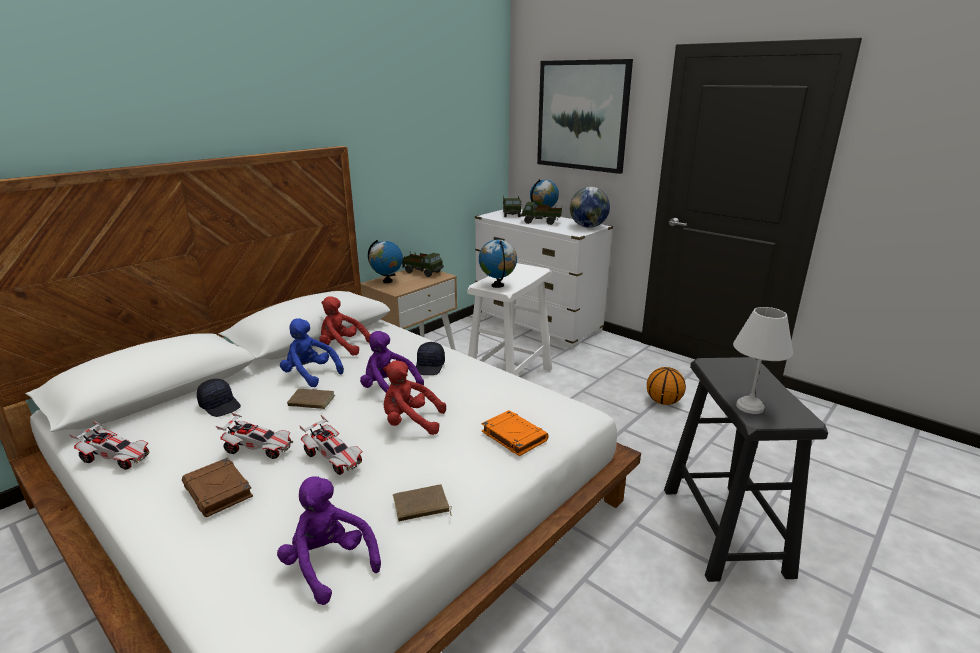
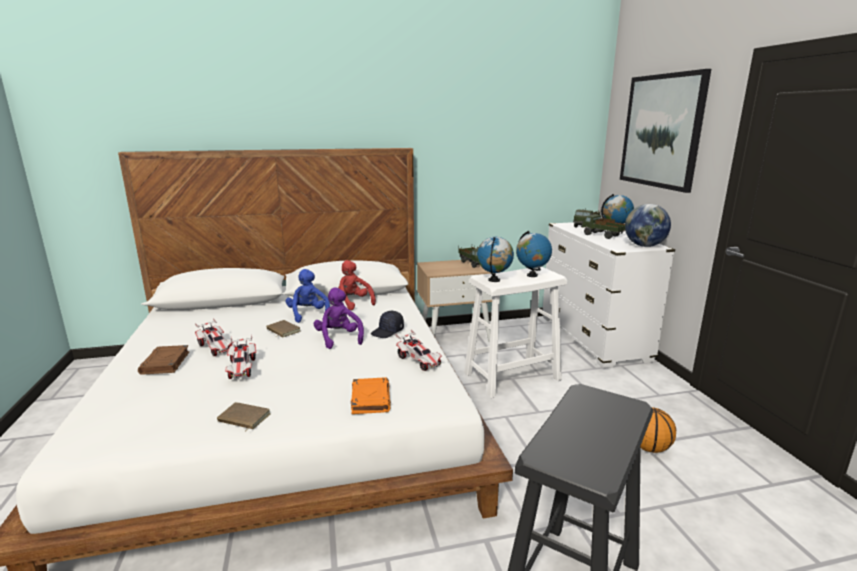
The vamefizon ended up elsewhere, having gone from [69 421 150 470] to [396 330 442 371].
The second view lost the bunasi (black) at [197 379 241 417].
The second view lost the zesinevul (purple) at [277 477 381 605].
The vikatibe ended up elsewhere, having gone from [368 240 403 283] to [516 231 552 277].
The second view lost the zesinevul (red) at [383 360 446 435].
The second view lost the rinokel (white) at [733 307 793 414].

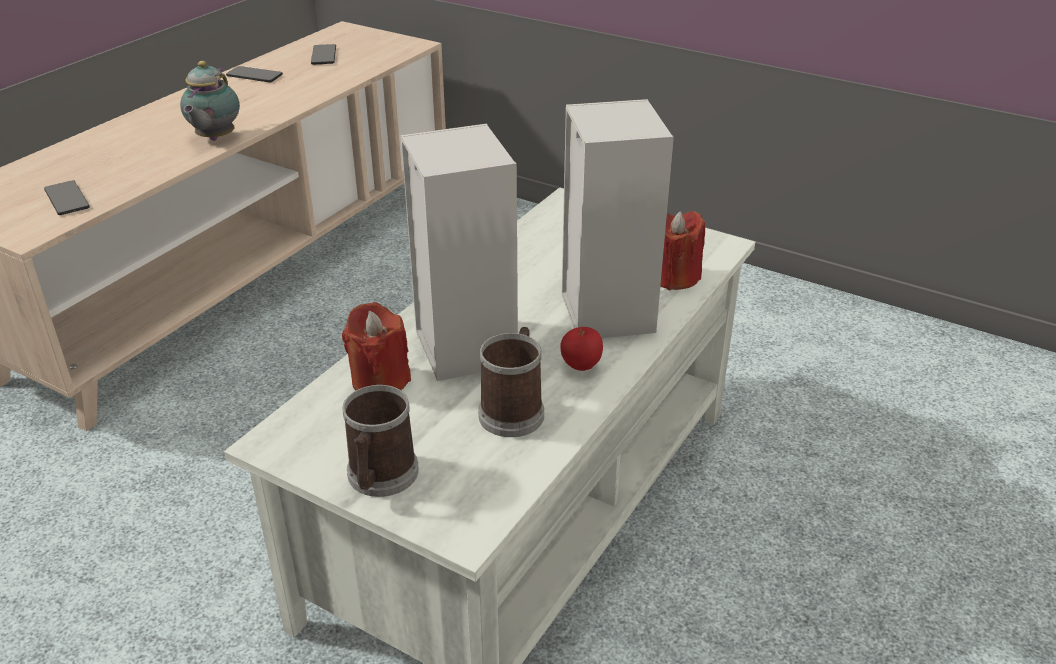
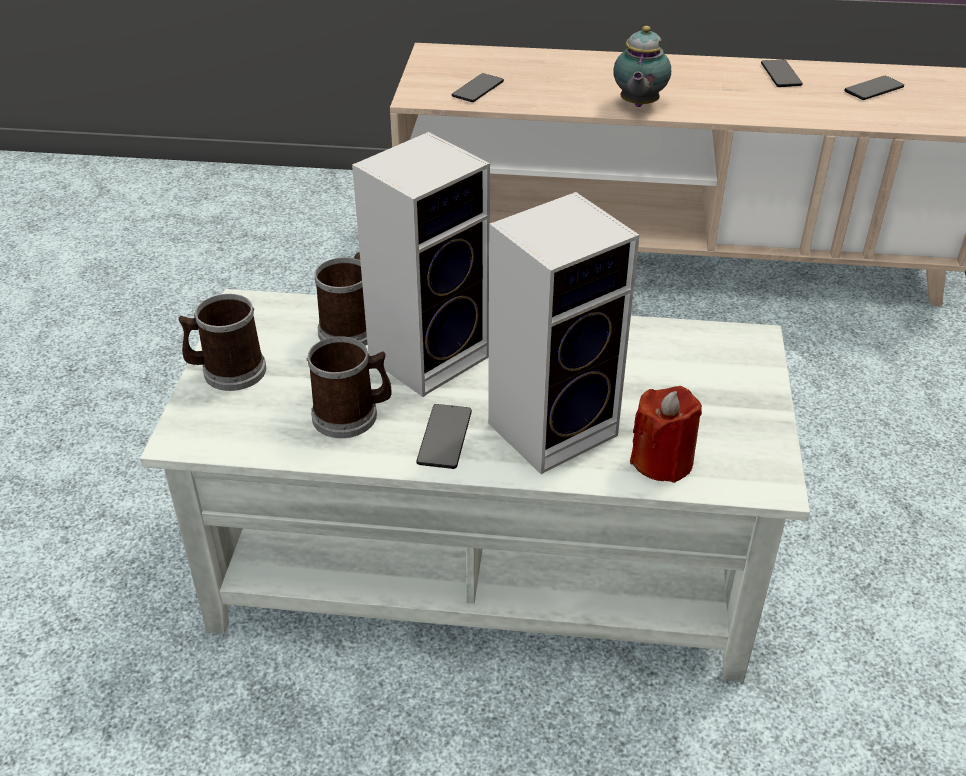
The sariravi at [180 61 240 141] ended up facing another way, 60 degrees counterclockwise from before.
Where the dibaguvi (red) stood at [342 302 411 391], the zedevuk came to stand at [315 252 368 346].
Where the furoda stood at [560 327 603 371], the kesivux came to stand at [416 404 472 469].

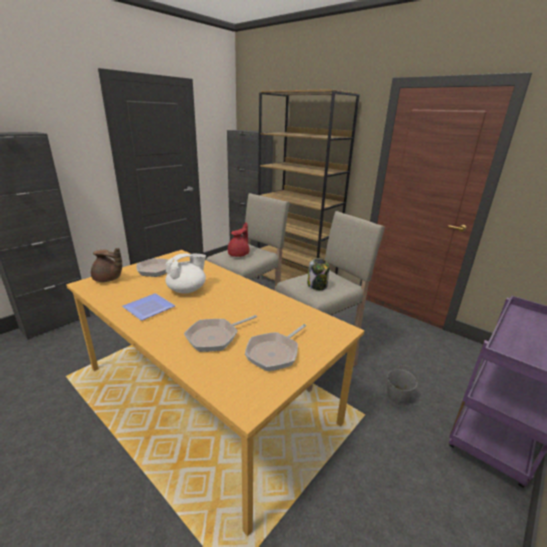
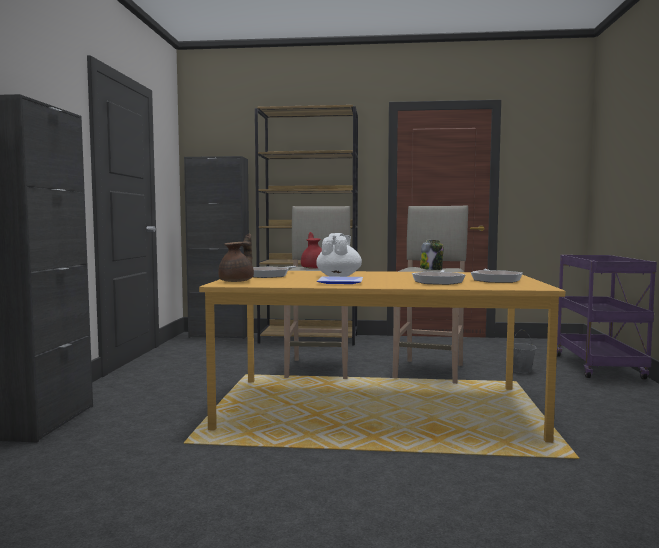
The sariravi (brown) at [91 248 122 282] ended up facing another way, 45 degrees counterclockwise from before.

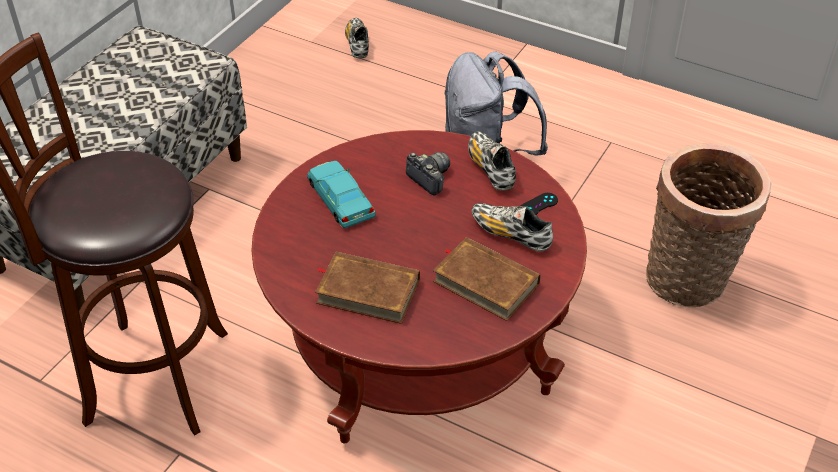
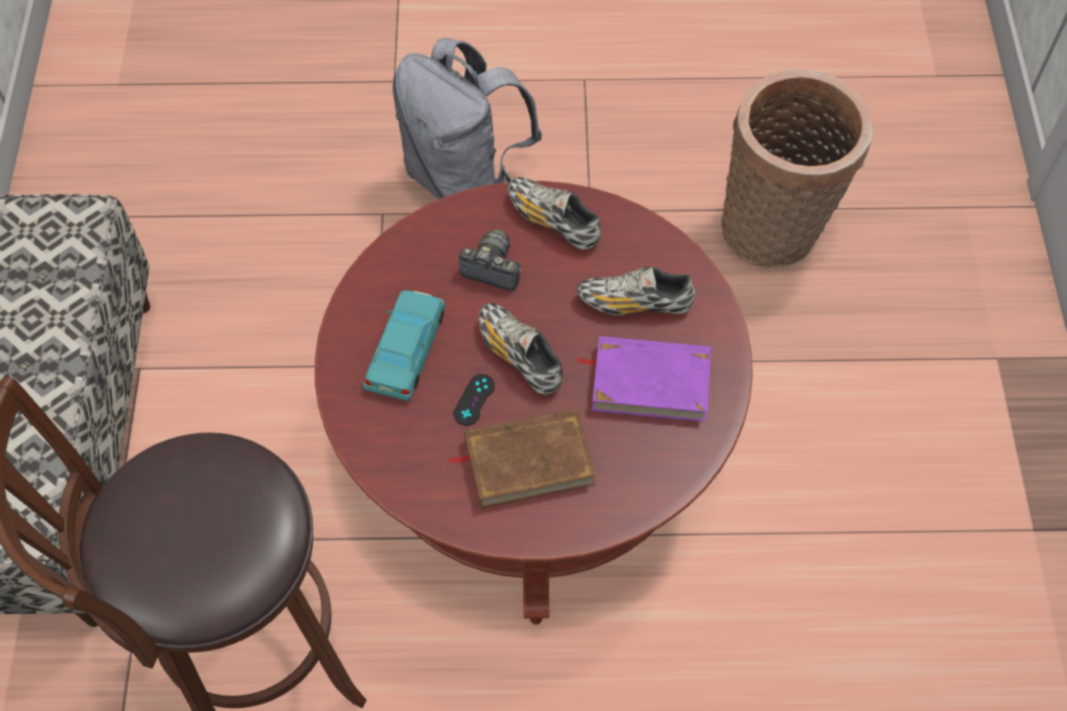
The vamefizon (turquoise) at [307 161 376 228] ended up facing another way, 75 degrees clockwise from before.
The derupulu ended up elsewhere, having gone from [345 18 369 58] to [478 303 563 395].
What was the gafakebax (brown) at [433 237 541 321] turned into the gafakebax (purple) at [576 336 711 422].
The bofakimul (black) ended up elsewhere, having gone from [521 193 558 215] to [453 374 495 426].

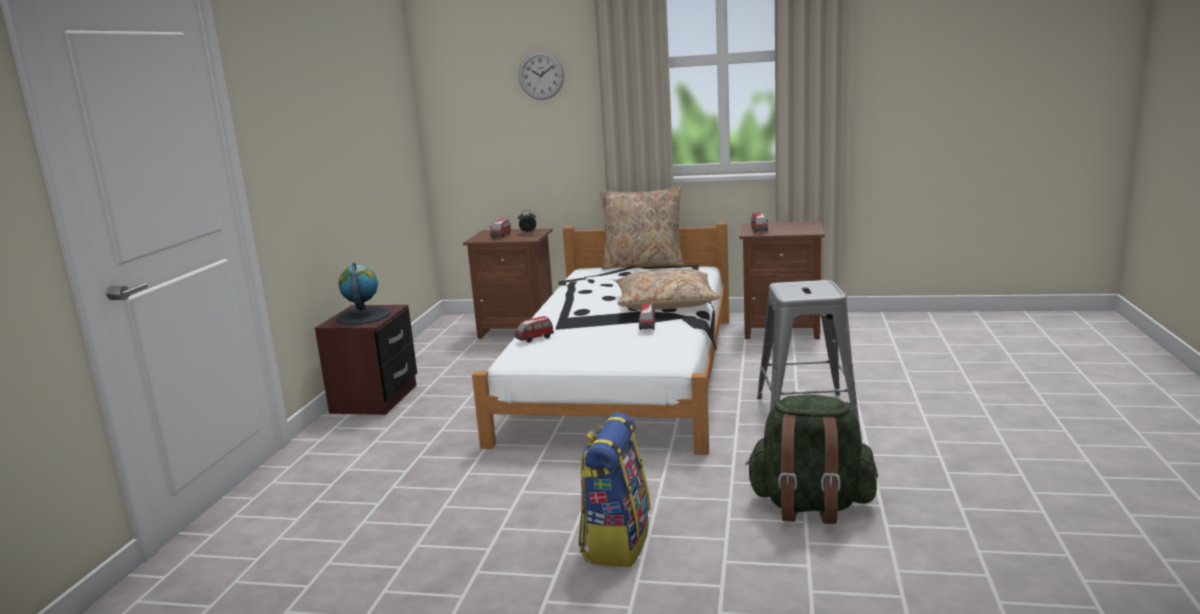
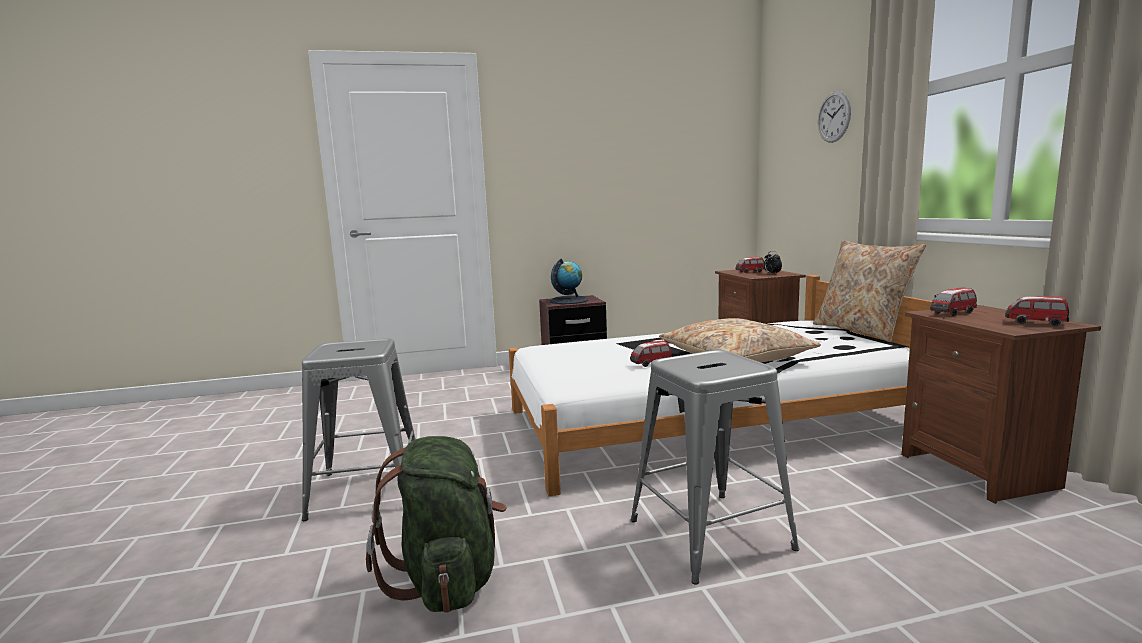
The vamefizon ended up elsewhere, having gone from [515 316 554 343] to [1005 296 1069 326].
Where the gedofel stood at [578 412 650 567], the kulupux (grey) came to stand at [302 339 415 521].

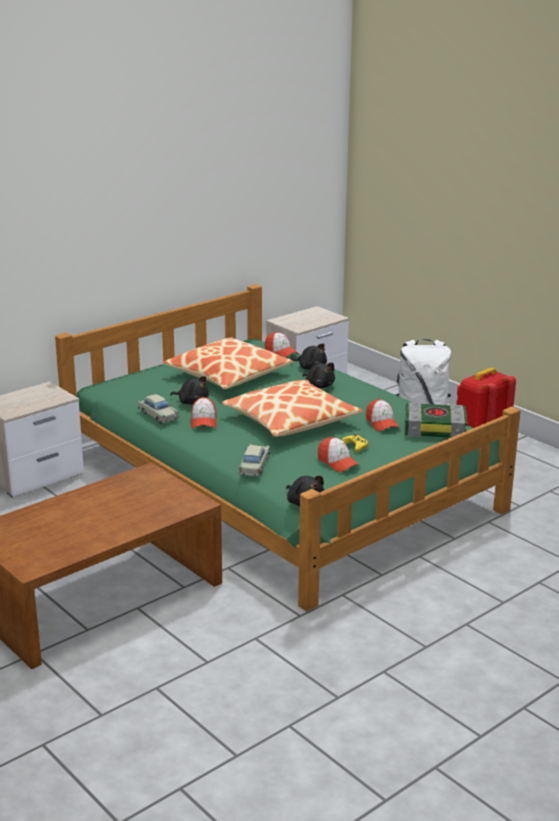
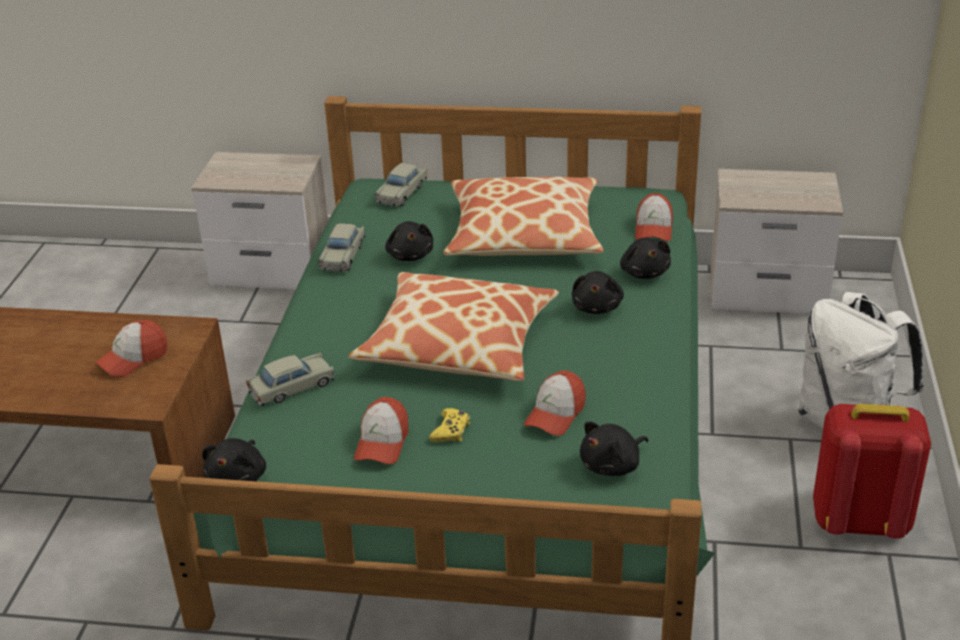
The bunasi ended up elsewhere, having gone from [191 397 217 428] to [95 320 167 377].
Where the gafakebax stood at [405 402 468 437], the zesinevul (black) came to stand at [580 421 648 476].
The second view gained the vamefizon (beige) at [374 163 427 206].

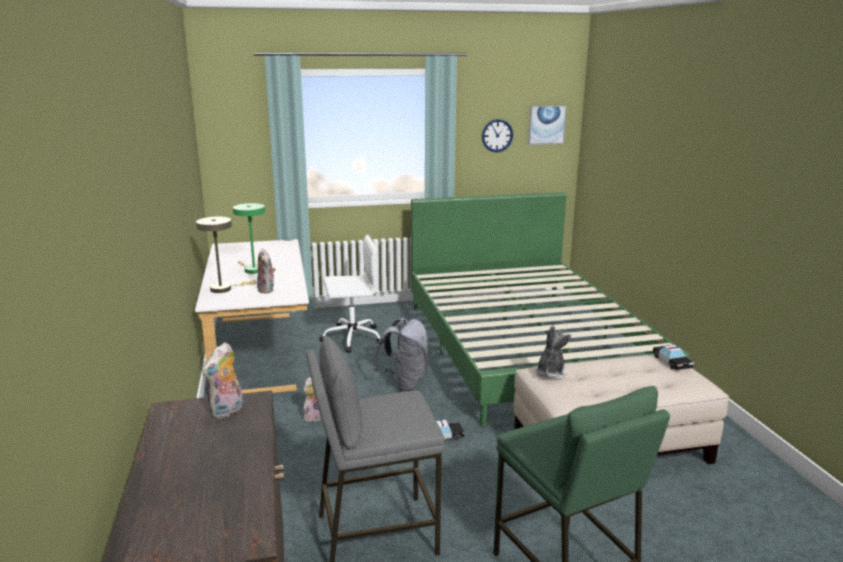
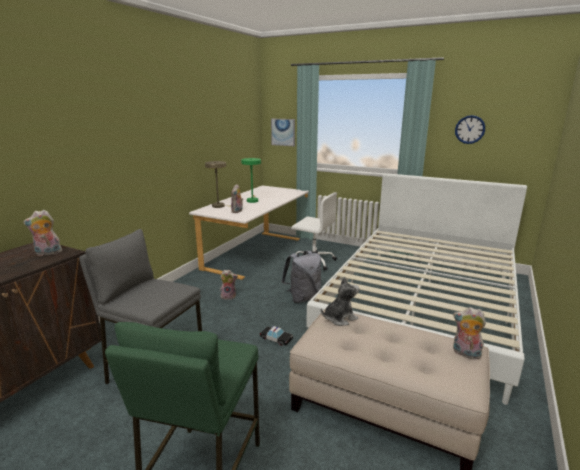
What was the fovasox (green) at [411 192 689 427] turned into the fovasox (white) at [306 173 527 405].
The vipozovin ended up elsewhere, having gone from [528 105 567 145] to [271 119 295 146].
Where the vamefizon stood at [653 345 694 370], the zesinevul came to stand at [453 307 486 360].

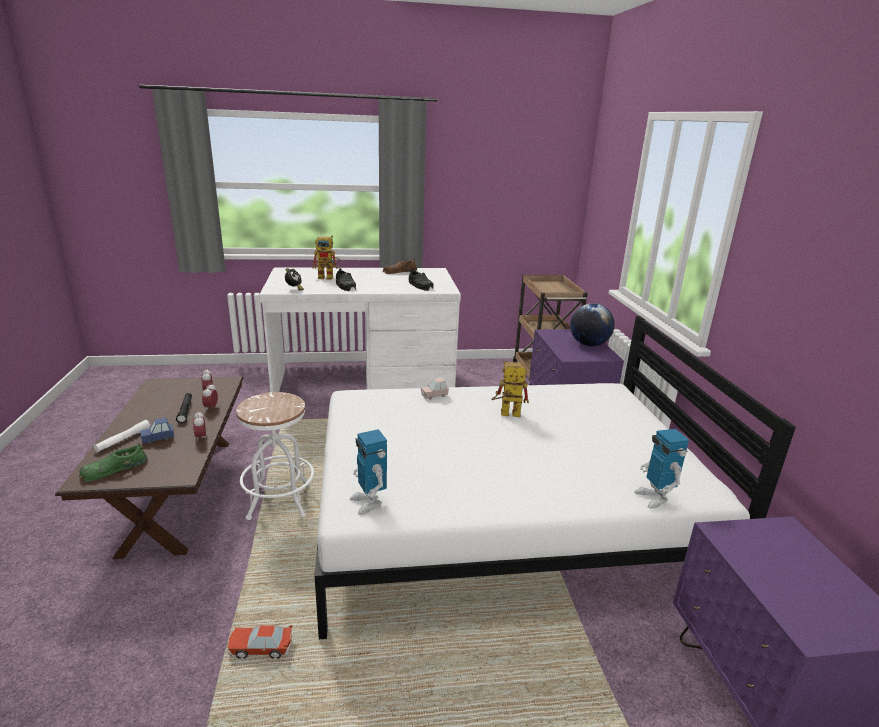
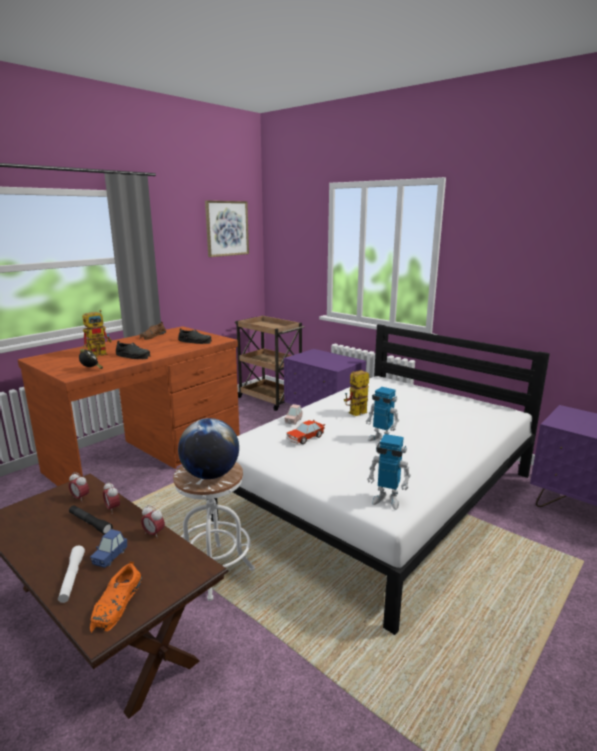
What was the derupulu (green) at [79 443 147 482] turned into the derupulu (orange) at [90 561 142 633].
The vamefizon ended up elsewhere, having gone from [228 625 293 659] to [287 419 325 444].
What was the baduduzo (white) at [259 267 461 392] turned into the baduduzo (brown) at [18 326 240 486].
The vikatibe ended up elsewhere, having gone from [570 303 615 346] to [178 418 239 479].
The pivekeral ended up elsewhere, having gone from [634 429 689 509] to [366 387 399 441].
The second view gained the vipozovin at [205 201 249 257].

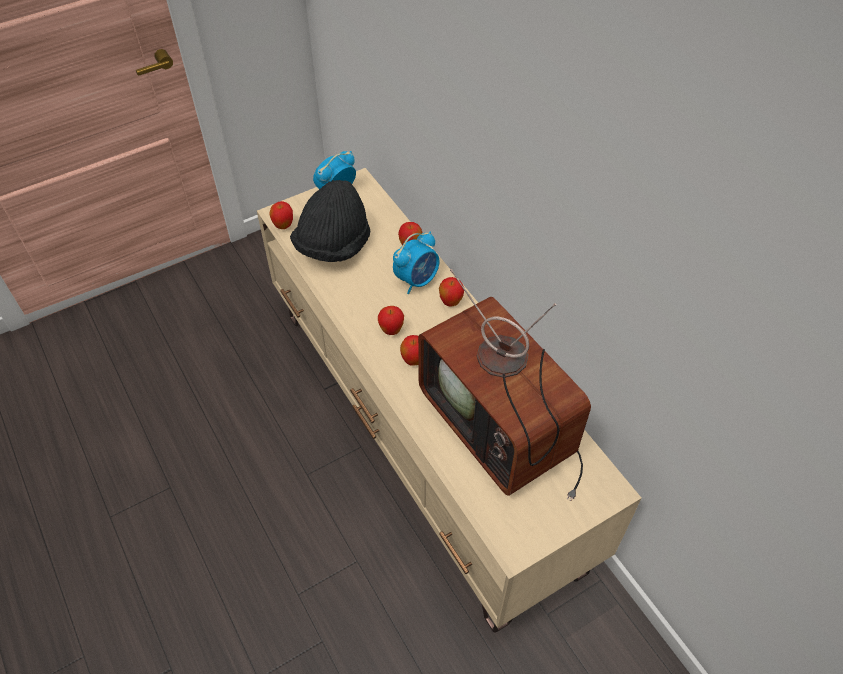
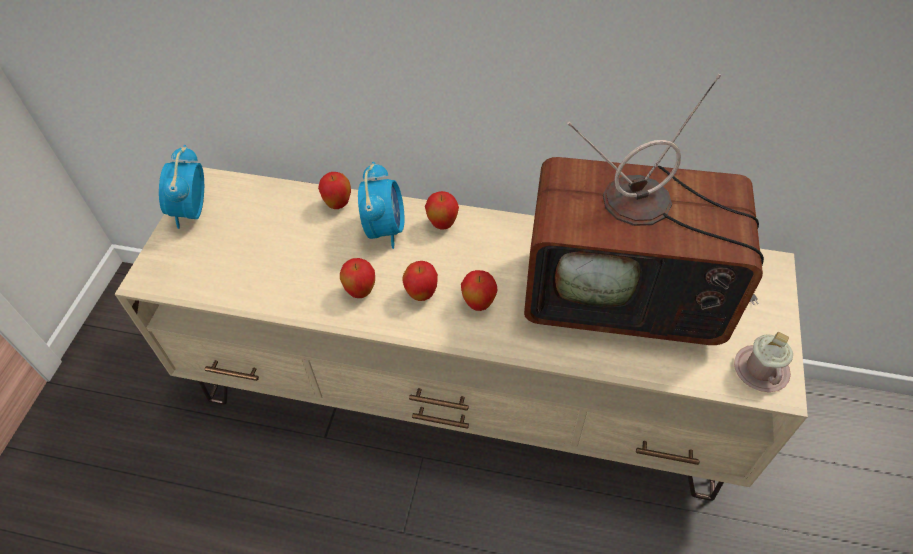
The furoda ended up elsewhere, having gone from [269 201 293 229] to [340 258 375 298].
The second view lost the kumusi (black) at [290 180 370 262].
The second view gained the zedevuk (pink) at [734 332 793 392].

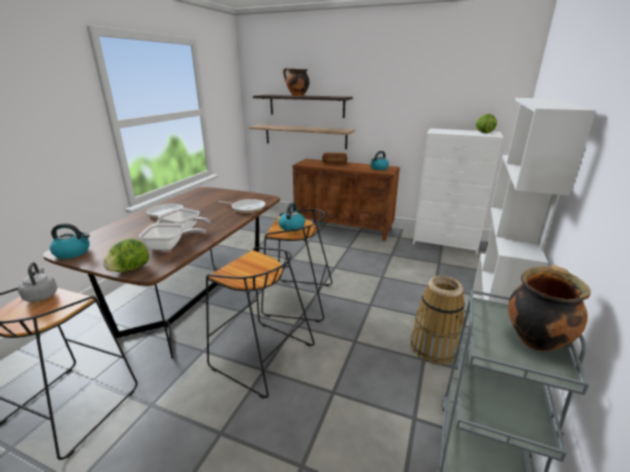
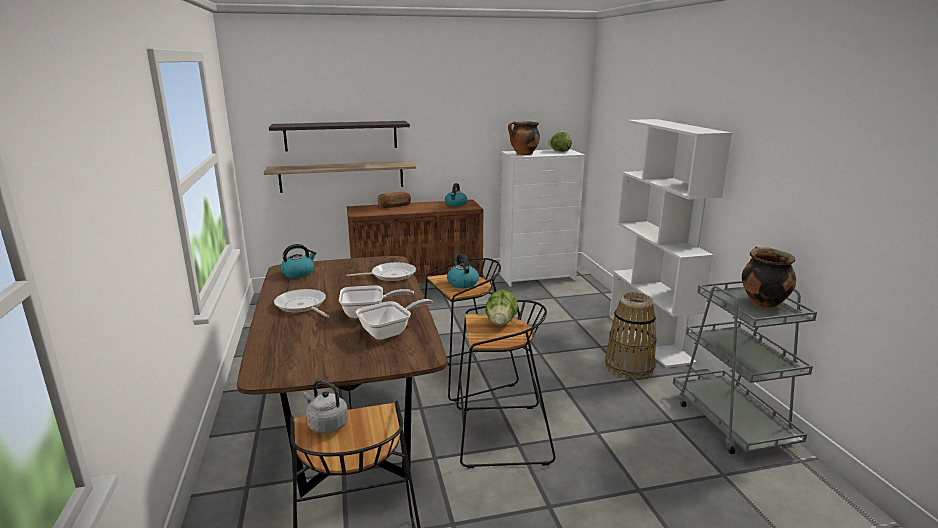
The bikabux ended up elsewhere, having gone from [50 223 90 259] to [280 244 317 278].
The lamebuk ended up elsewhere, having gone from [103 239 149 272] to [485 289 518 326].
The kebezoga ended up elsewhere, having gone from [283 68 310 96] to [508 121 540 155].

